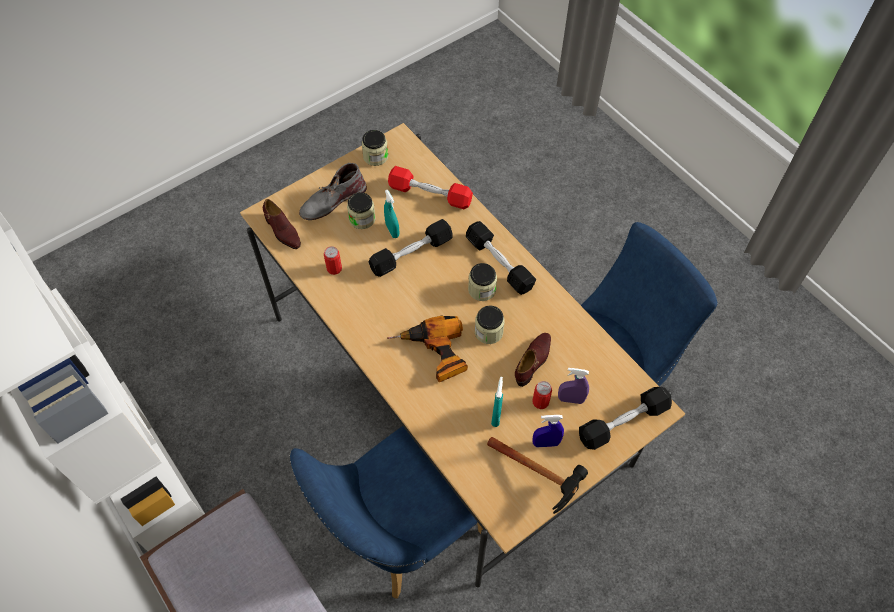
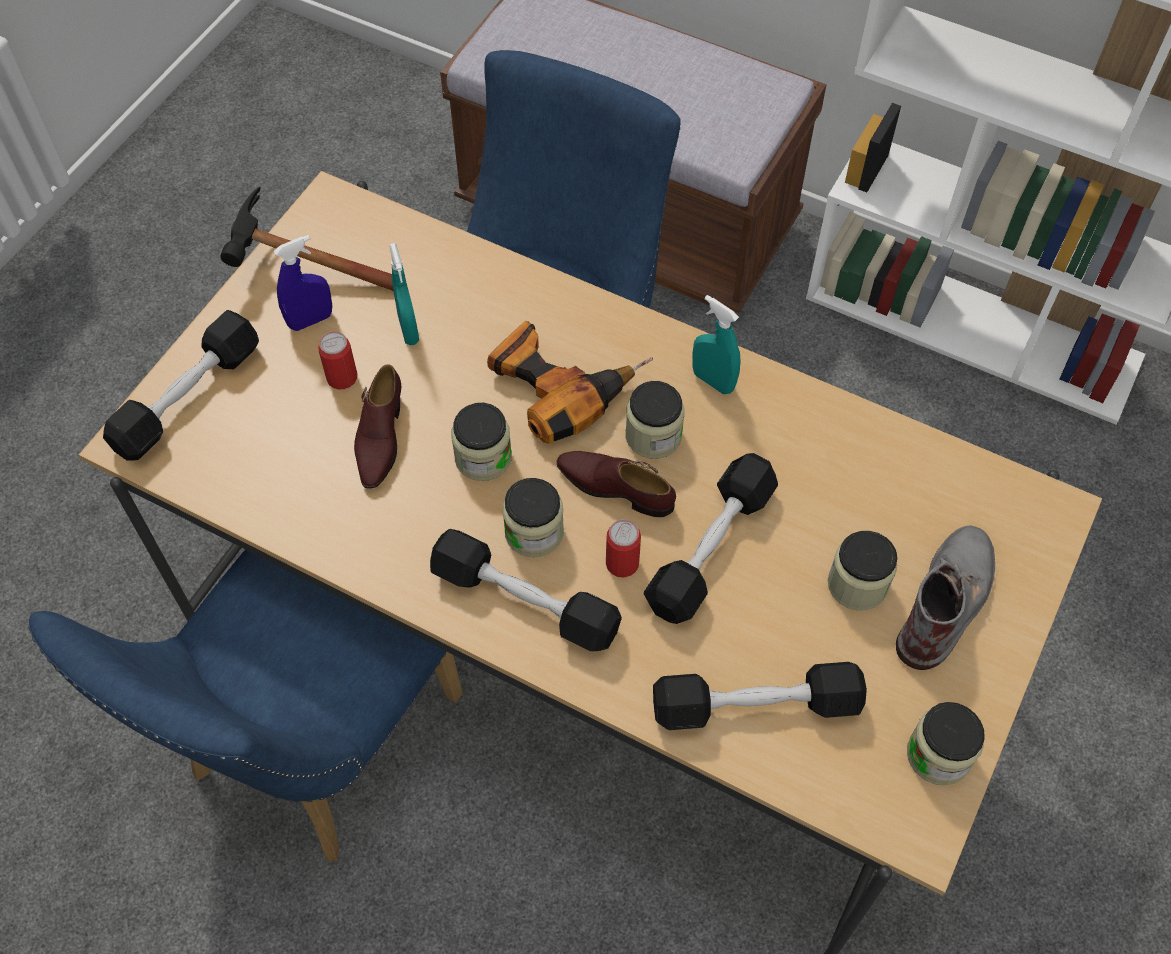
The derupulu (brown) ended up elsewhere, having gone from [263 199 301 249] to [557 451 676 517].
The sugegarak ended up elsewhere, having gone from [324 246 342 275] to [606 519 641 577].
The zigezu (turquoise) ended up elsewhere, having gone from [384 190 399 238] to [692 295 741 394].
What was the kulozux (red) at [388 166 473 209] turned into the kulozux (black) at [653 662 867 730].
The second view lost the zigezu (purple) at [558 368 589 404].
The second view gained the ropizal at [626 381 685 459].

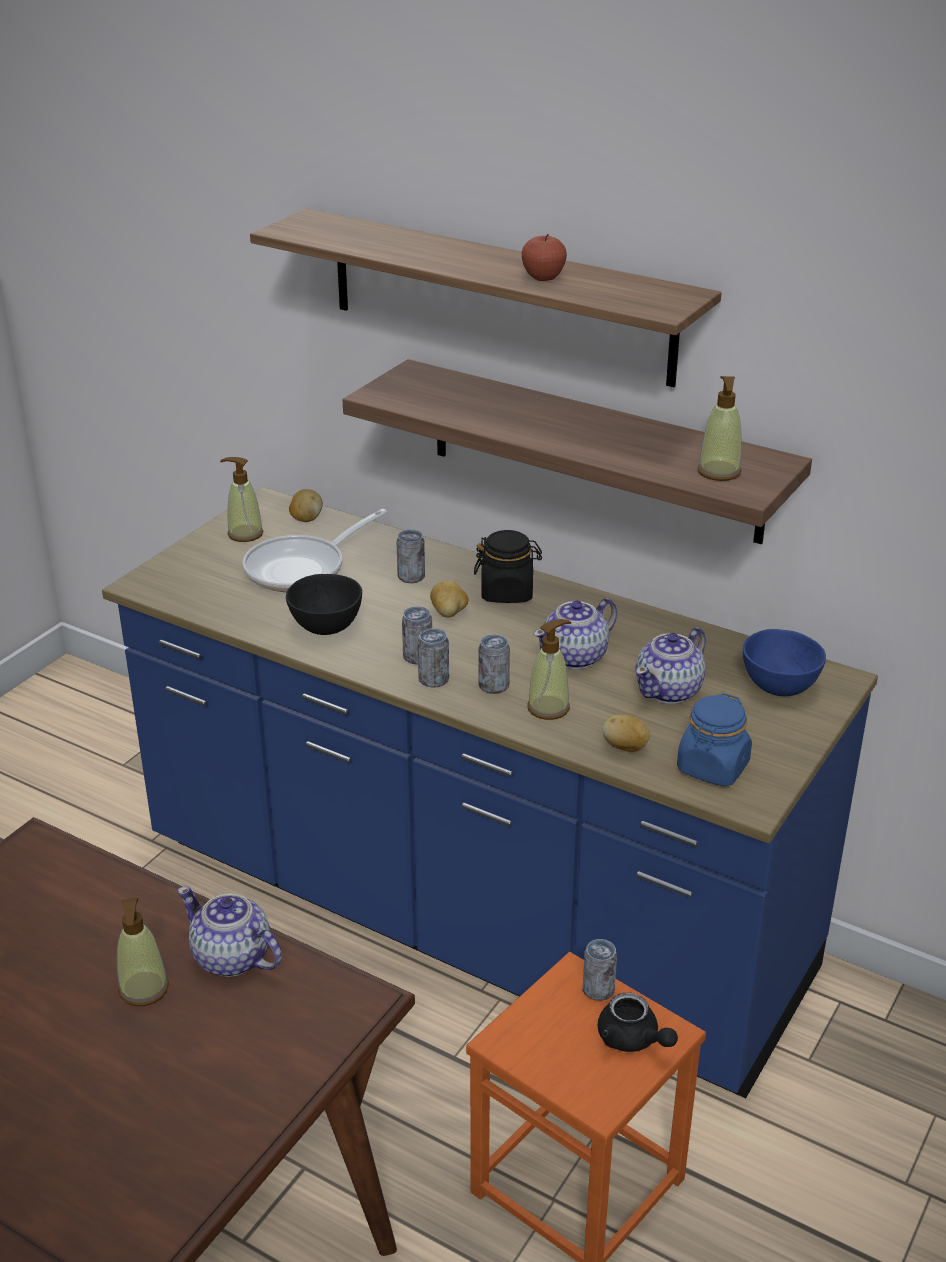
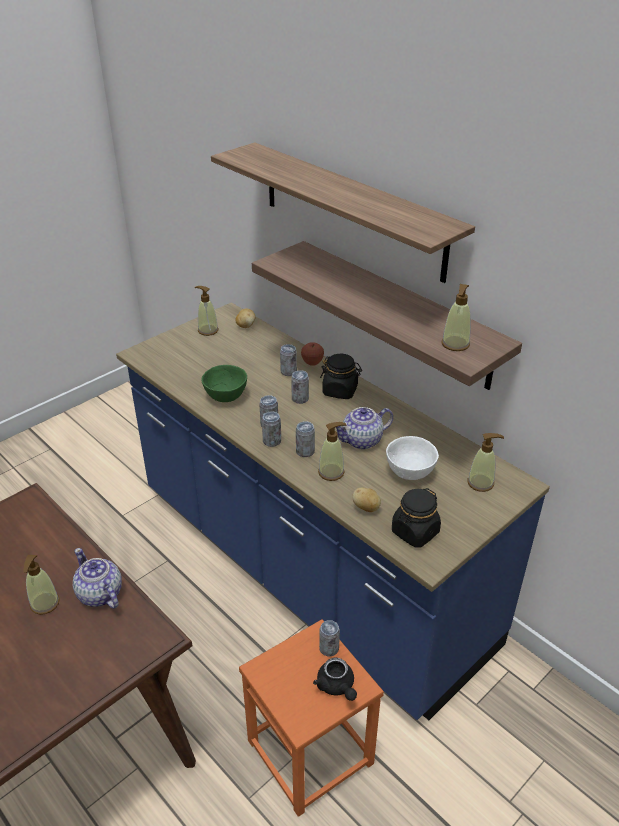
The second view lost the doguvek at [243 509 387 592].
What was the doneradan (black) at [286 574 362 635] turned into the doneradan (green) at [201 365 247 402].
Where the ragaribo stood at [430 580 468 618], the sugegarak came to stand at [291 370 309 404].
The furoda ended up elsewhere, having gone from [522 234 567 281] to [301 342 324 366].
Where the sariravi stood at [636 627 706 704], the doneradan (white) came to stand at [386 436 439 480].
What was the ropizal (blue) at [677 693 752 786] turned into the ropizal (black) at [392 488 441 548].
Where the doneradan (blue) stood at [743 629 826 696], the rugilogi came to stand at [467 433 504 492].

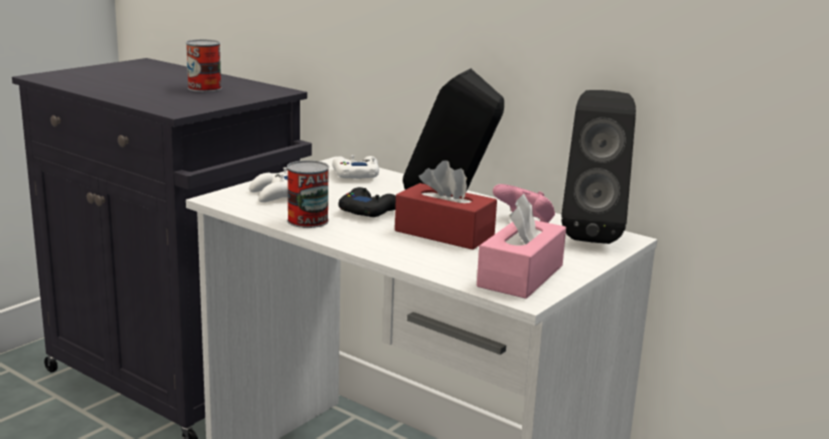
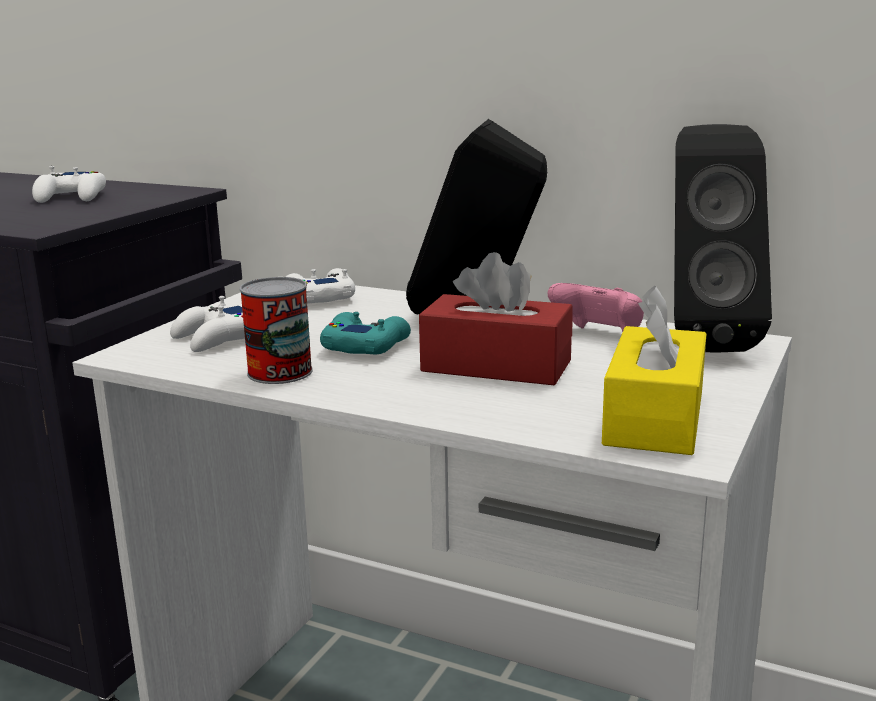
Where the sugegarak stood at [186 39 222 92], the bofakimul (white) came to stand at [32 166 106 203].
What was the bofakimul (black) at [339 187 396 217] turned into the bofakimul (turquoise) at [320 312 411 354].
What was the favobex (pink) at [477 194 566 299] turned into the favobex (yellow) at [602 286 706 455].

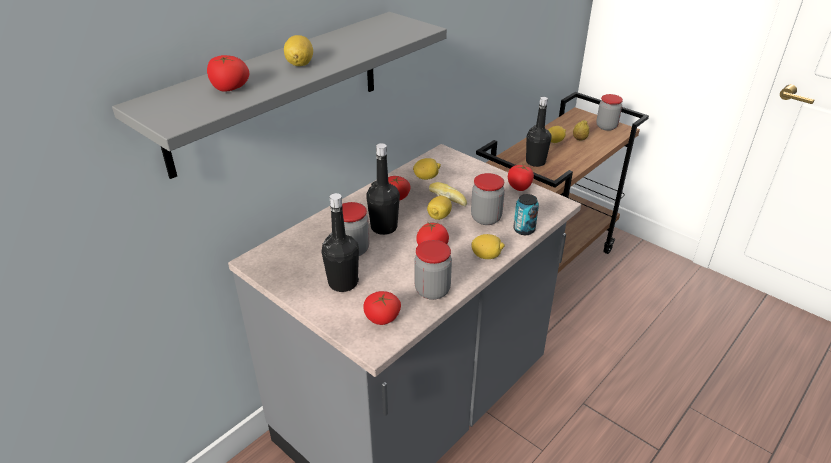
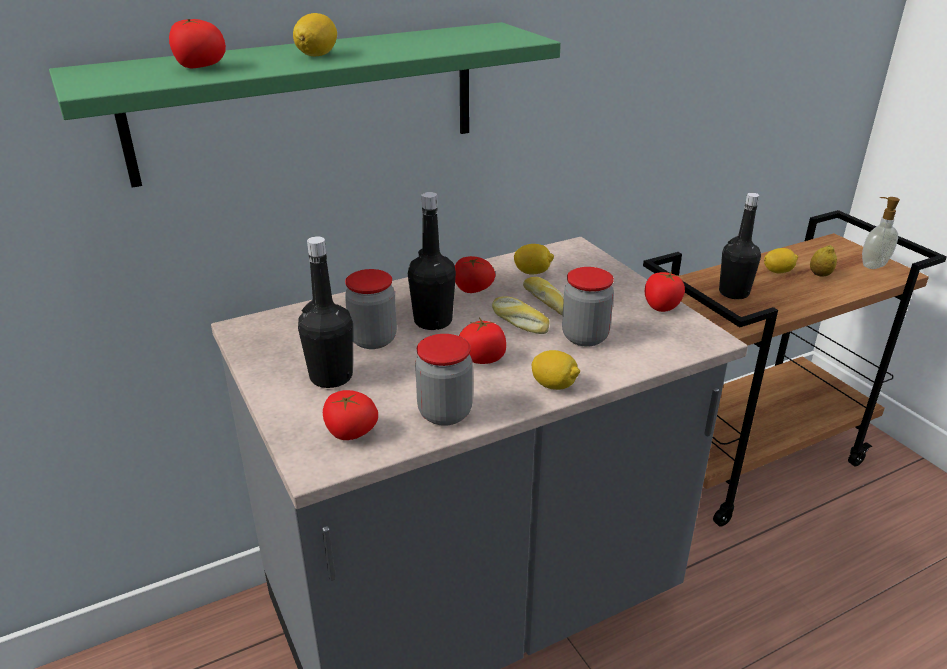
What was the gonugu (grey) at [112 12 447 179] turned into the gonugu (green) at [49 22 561 188].
Where the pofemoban stood at [427 196 452 220], the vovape came to stand at [492 296 550 334].
The second view lost the sugegarak at [514 194 539 235].
Where the ropizal stood at [596 94 623 131], the rugilogi came to stand at [862 197 900 269].

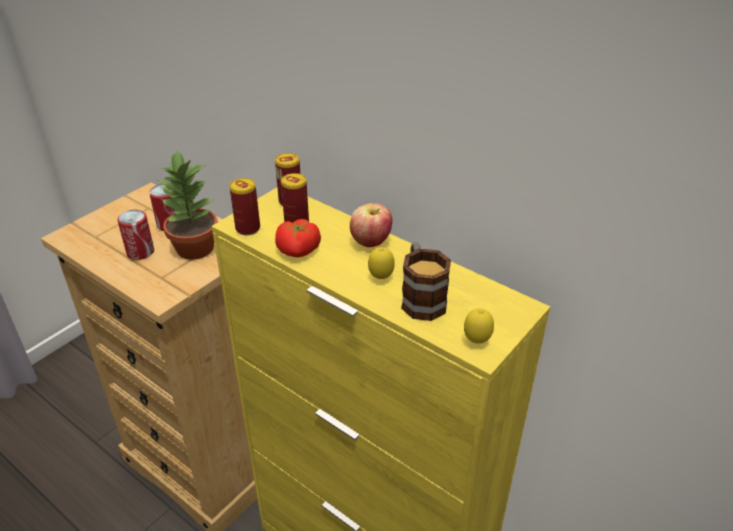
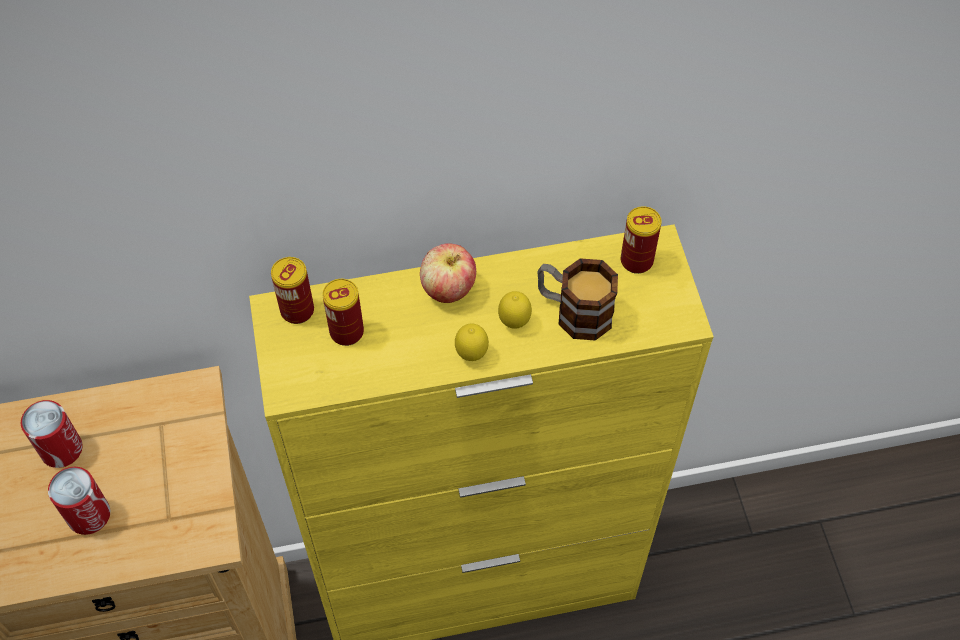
The second view lost the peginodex at [158 149 218 260].
The sugegarak ended up elsewhere, having gone from [229 178 260 235] to [621 206 662 274].
The second view lost the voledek at [275 219 321 257].
The pofemoban ended up elsewhere, having gone from [464 308 494 343] to [455 323 489 361].

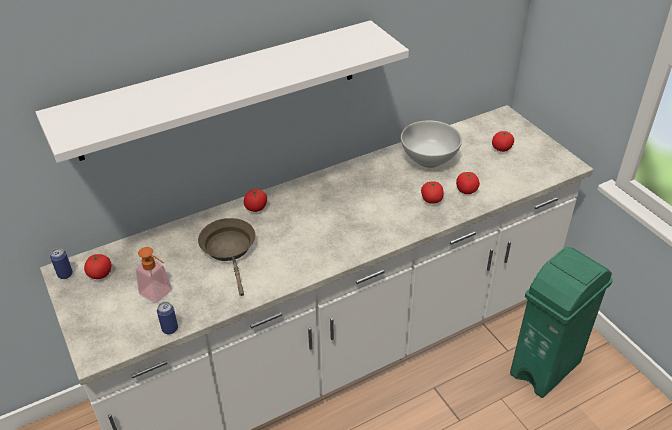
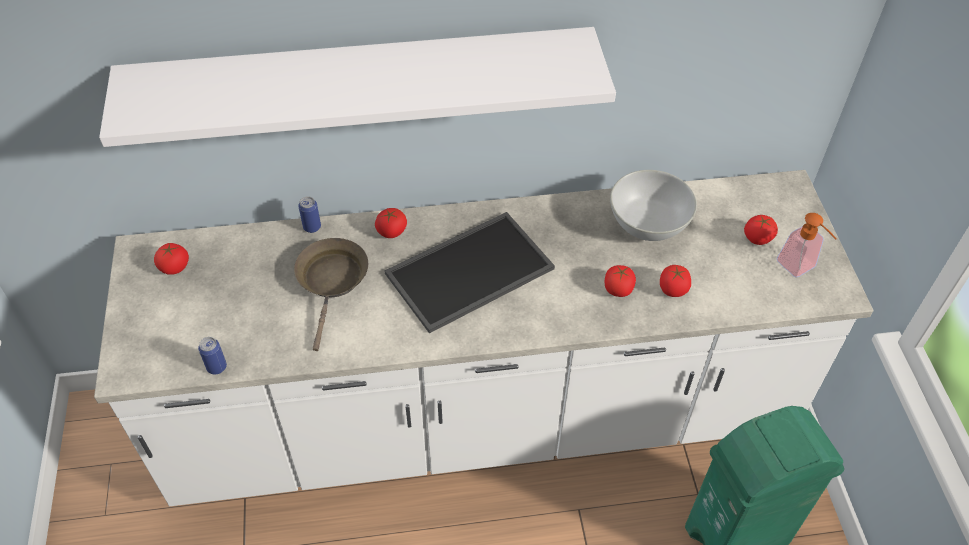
The sugegarak ended up elsewhere, having gone from [50 248 73 279] to [298 196 321 233].
The rugilogi ended up elsewhere, having gone from [136 247 172 303] to [777 213 837 277].
The second view gained the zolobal at [384 212 555 333].

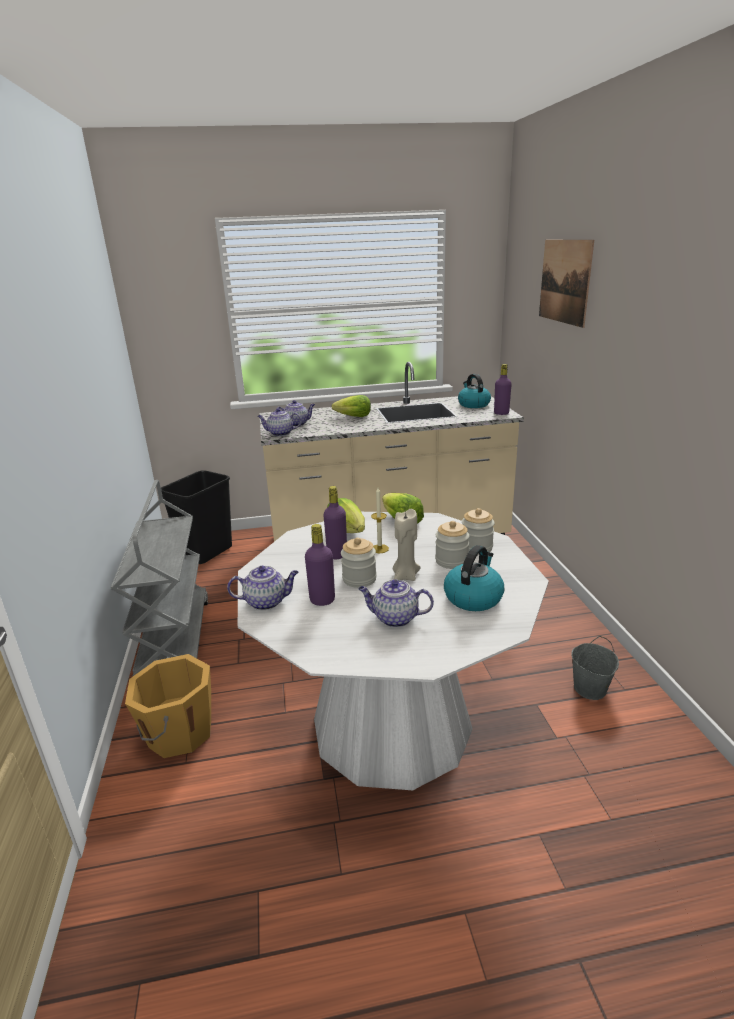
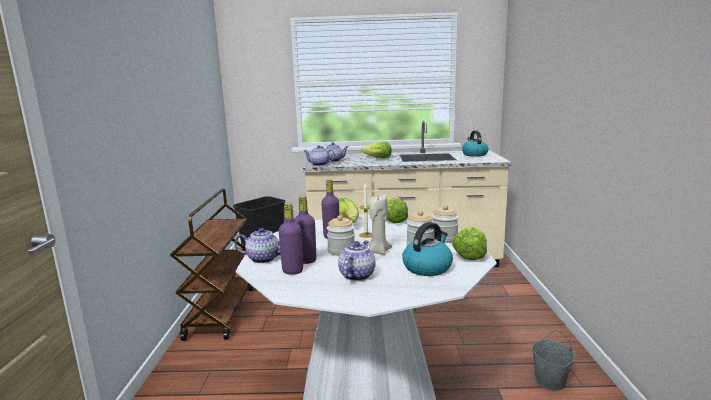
What was the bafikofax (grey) at [111 480 208 676] turned into the bafikofax (brown) at [170 189 254 341].
The second view lost the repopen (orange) at [125 654 211 758].
The sariravi at [358 579 434 627] ended up facing another way, 90 degrees clockwise from before.
The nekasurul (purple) ended up elsewhere, having gone from [494 364 512 415] to [279 203 303 275].
The second view lost the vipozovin at [539 240 594 328].
The second view gained the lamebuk at [452 226 487 260].

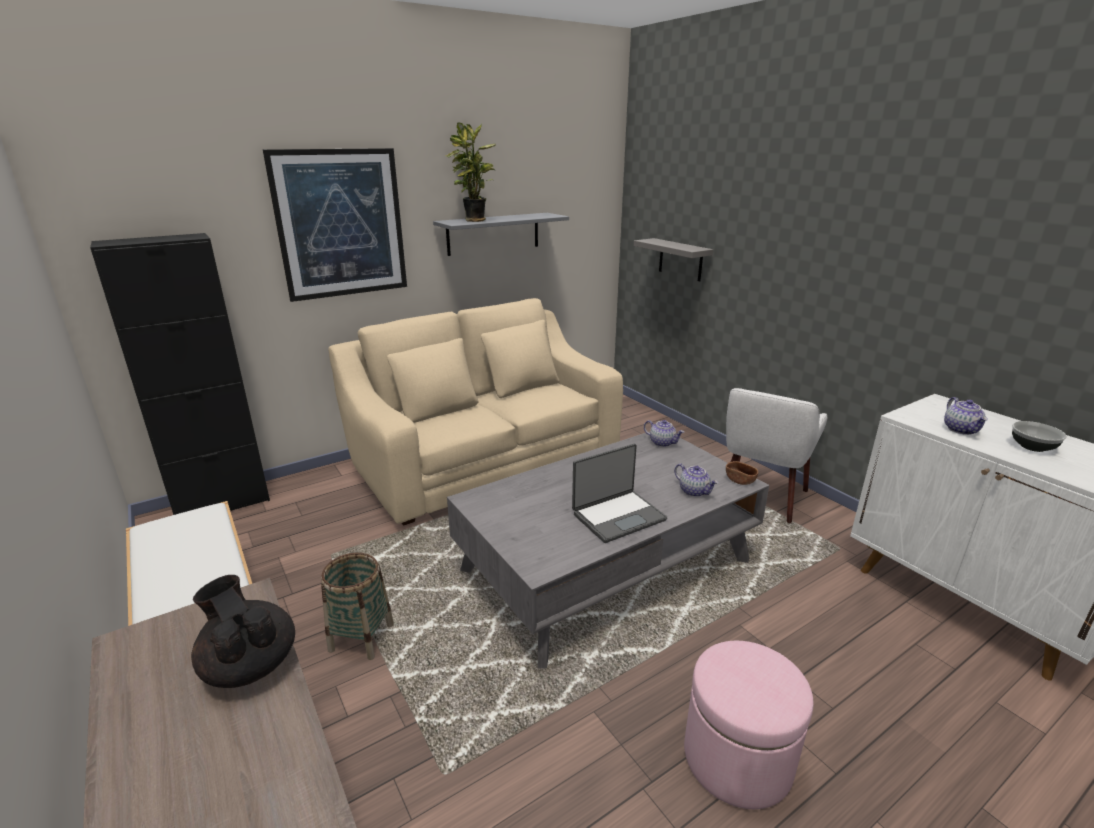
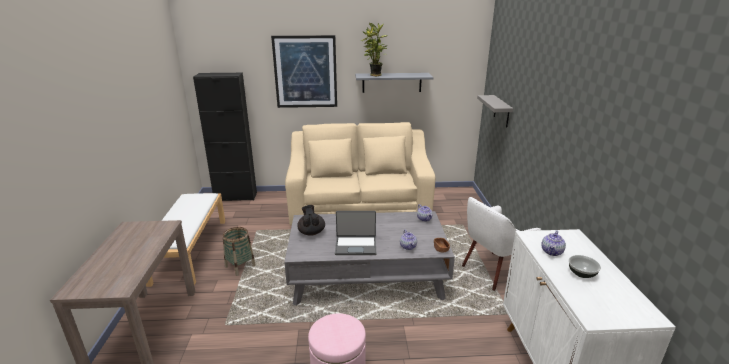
The sariravi (black) ended up elsewhere, having gone from [191 575 295 688] to [297 205 325 236].

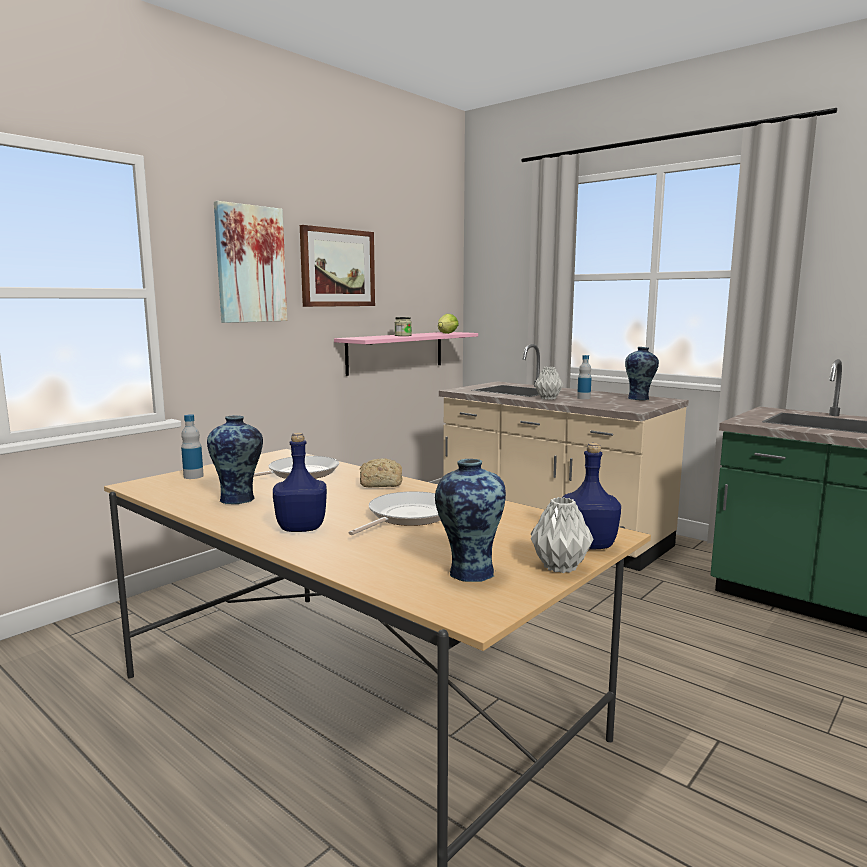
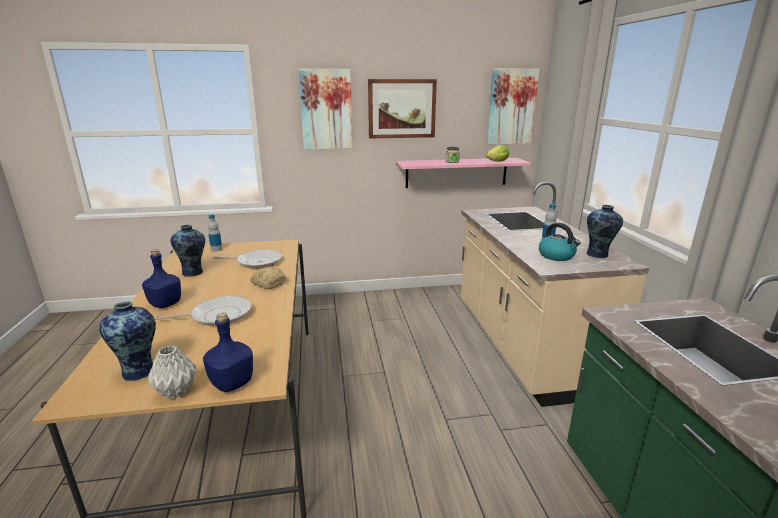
The second view lost the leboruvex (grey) at [535 367 563 400].
The second view gained the vipozovin at [487 69 540 145].
The second view gained the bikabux at [539 223 581 261].

